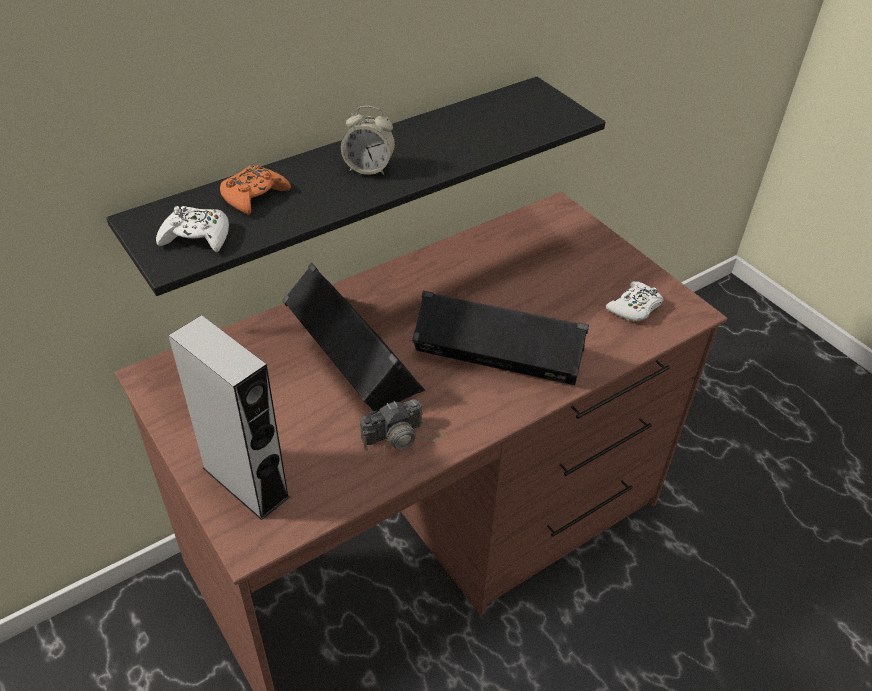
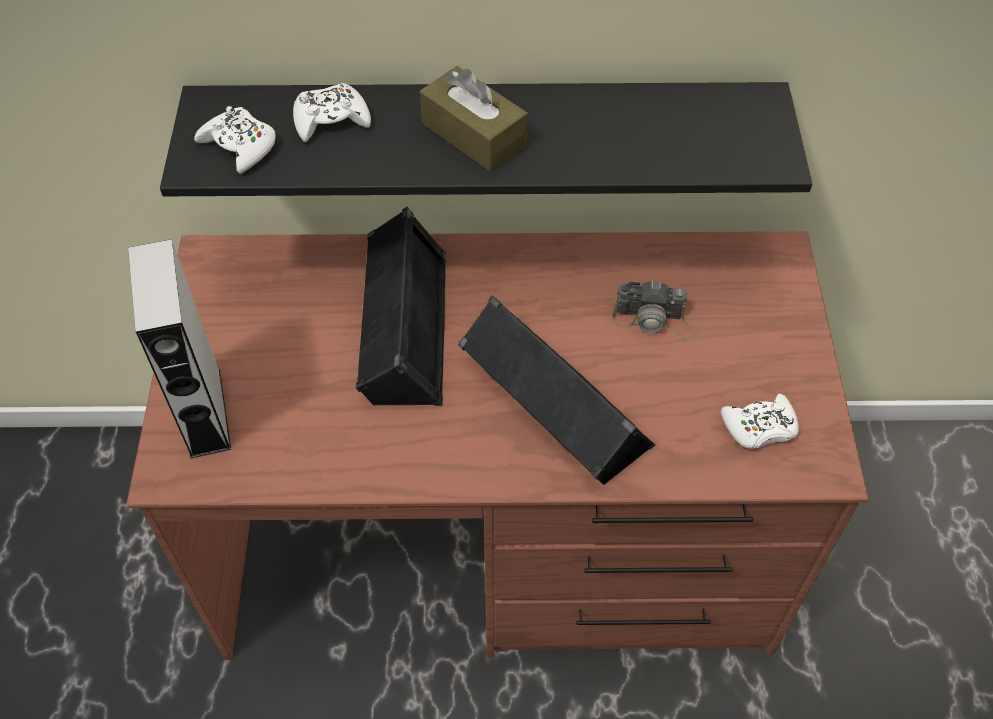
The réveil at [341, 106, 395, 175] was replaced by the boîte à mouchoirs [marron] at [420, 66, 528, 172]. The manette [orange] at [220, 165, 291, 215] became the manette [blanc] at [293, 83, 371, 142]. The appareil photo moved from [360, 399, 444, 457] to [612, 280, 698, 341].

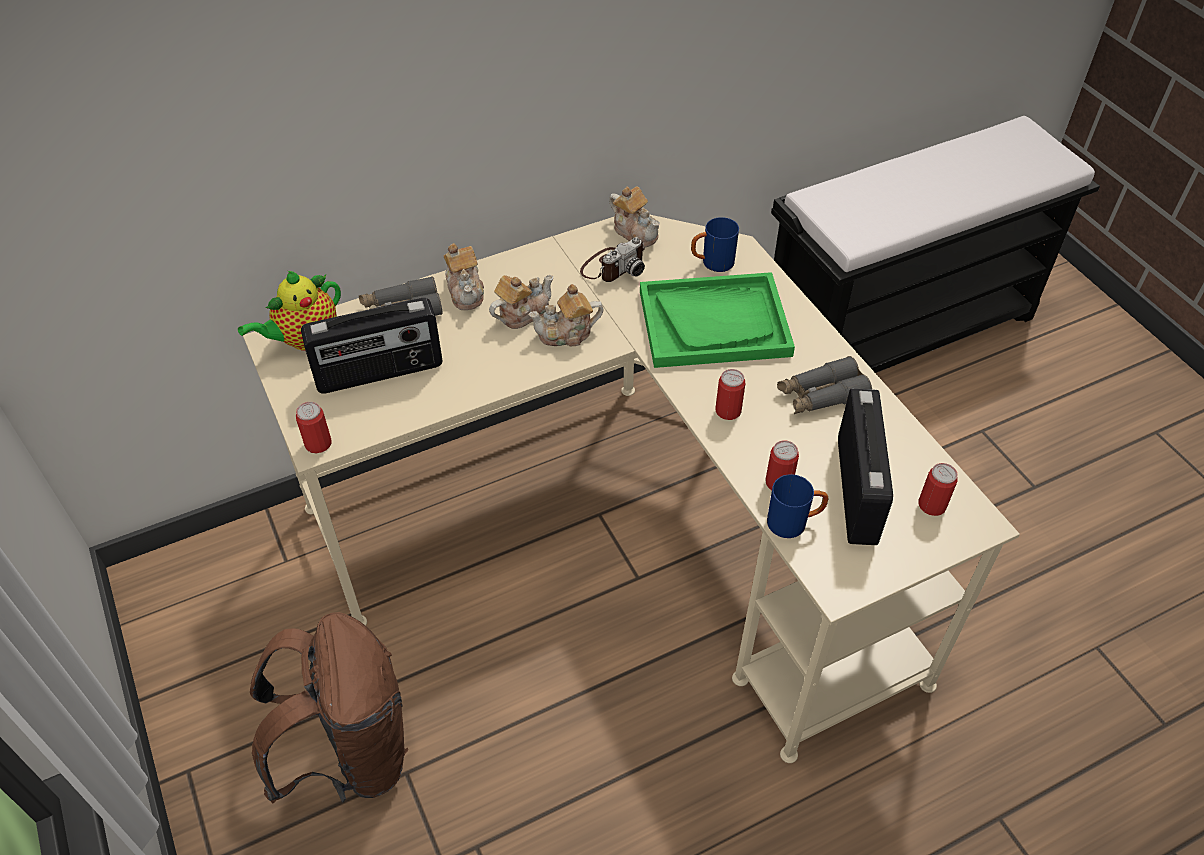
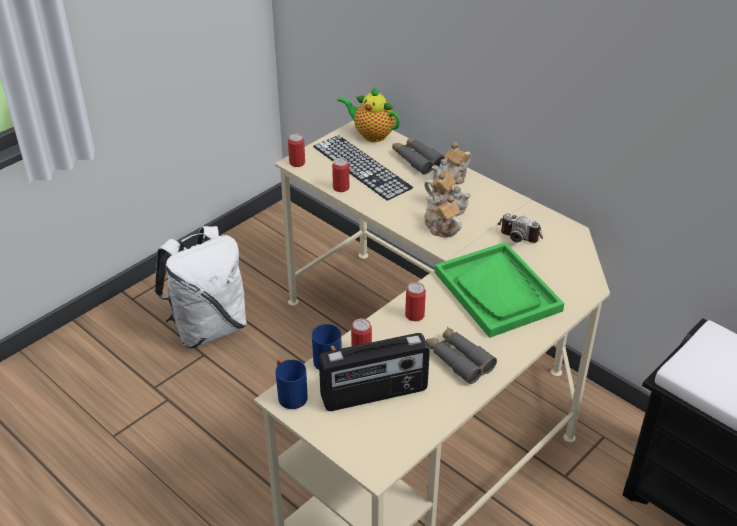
The théière at [609, 186, 660, 248] disappeared. The mug [bleu] moved from [691, 217, 739, 272] to [275, 359, 308, 409]. The radio at [301, 298, 443, 394] was replaced by the clavier at [313, 135, 413, 201]. The boîte métallique moved from [919, 463, 958, 516] to [332, 158, 349, 192]. The sac à dos [marron] at [250, 612, 408, 804] became the sac à dos [blanc] at [154, 226, 247, 348].

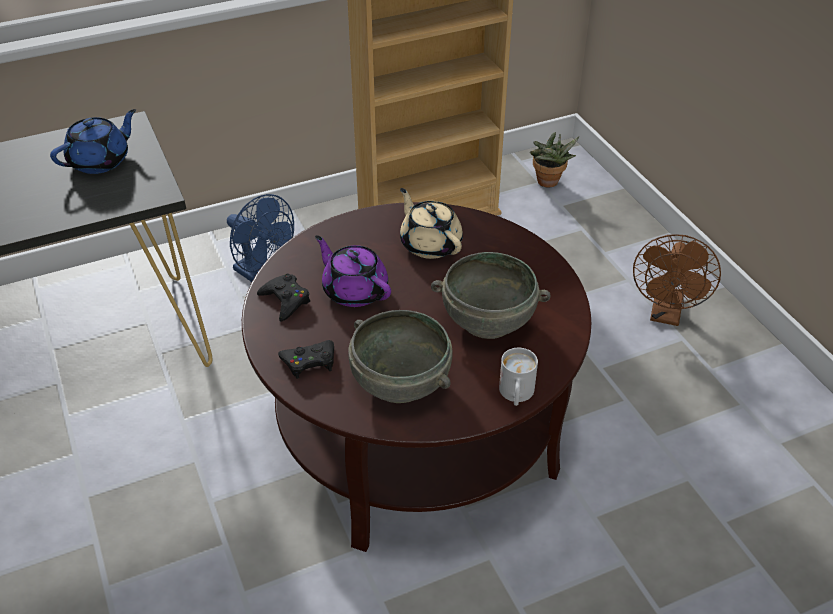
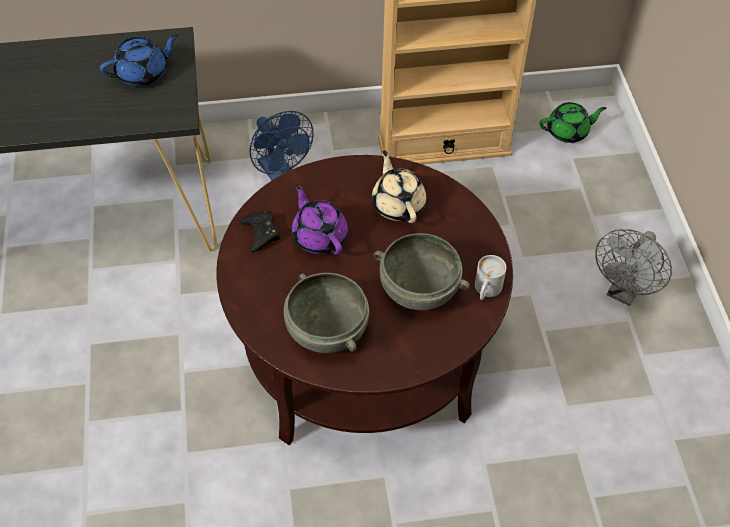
The plante en pot at [530, 132, 579, 187] was replaced by the théière [vert] at [540, 102, 606, 143]. The ventilateur [marron] at [633, 234, 721, 326] became the ventilateur [gris] at [595, 229, 672, 306]. The manette [noir] at [278, 340, 334, 379] disappeared. The mug [blanc] moved from [499, 348, 538, 406] to [475, 255, 507, 300].

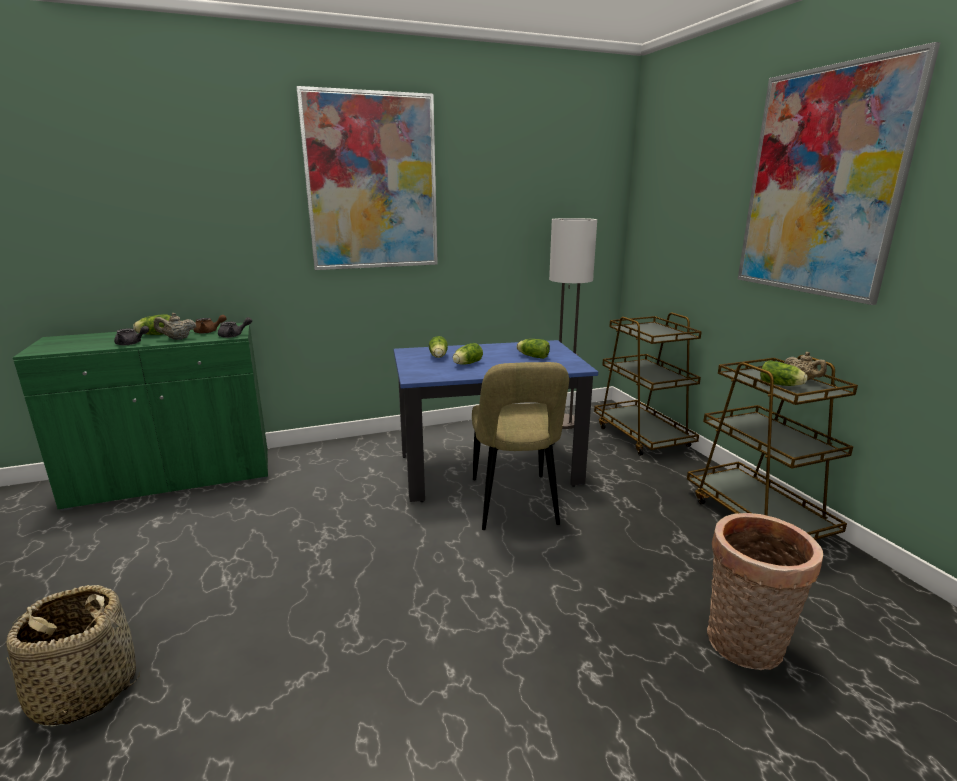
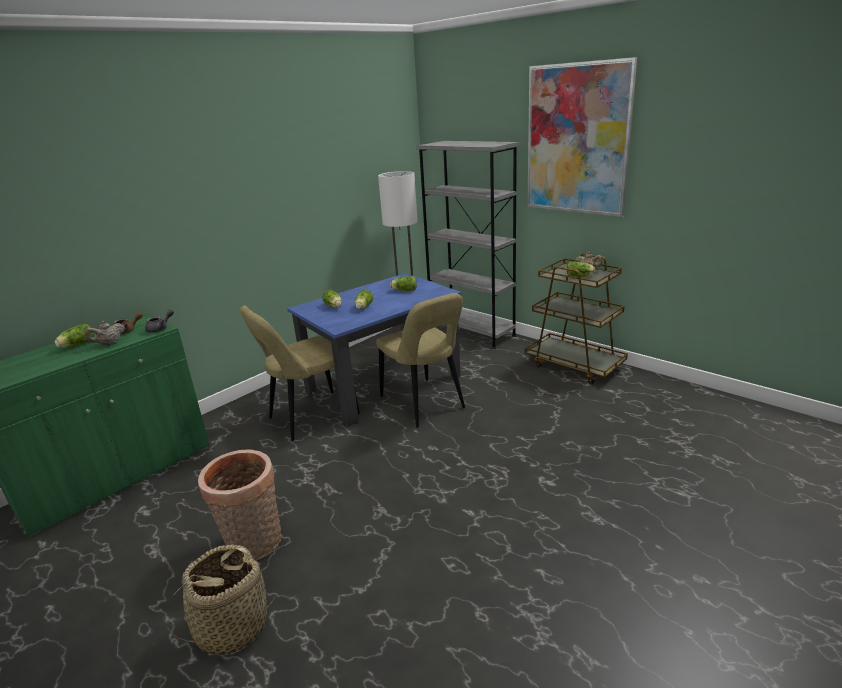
The tableau at [297, 86, 438, 270] disappeared. The chariot [marron] at [594, 312, 702, 456] was replaced by the bibliothèque [gris] at [416, 141, 519, 349]. The théière [gris] at [114, 326, 149, 345] disappeared. The panier moved from [707, 513, 823, 670] to [198, 449, 282, 560]. The chaise [beige] at [240, 305, 360, 441] appeared.

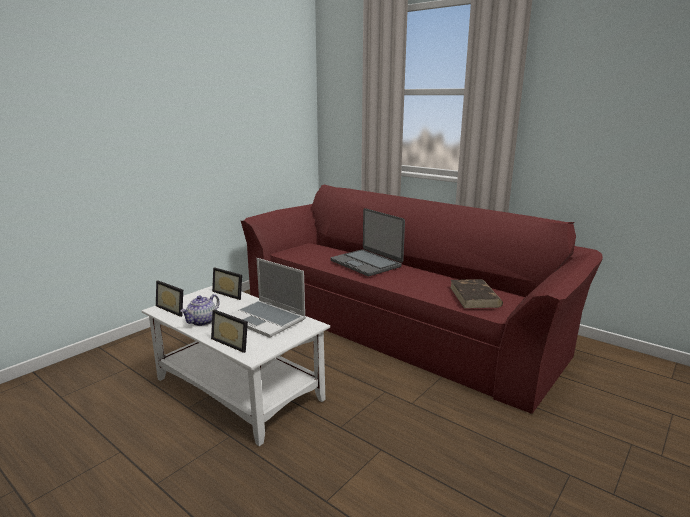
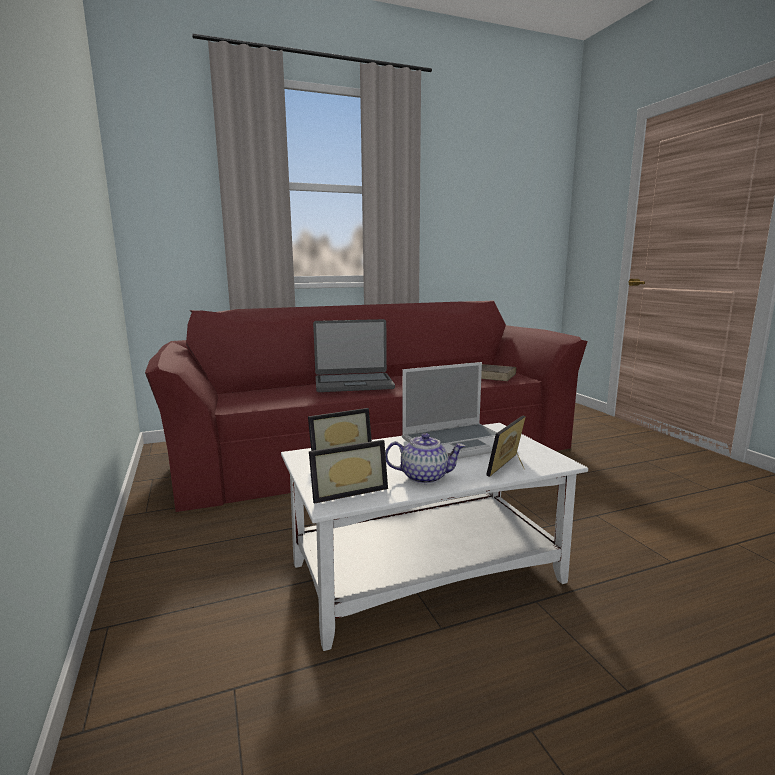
The théière at [180, 294, 220, 326] turned 60 degrees counterclockwise. The cadre photo at [211, 309, 248, 353] turned 150 degrees clockwise.

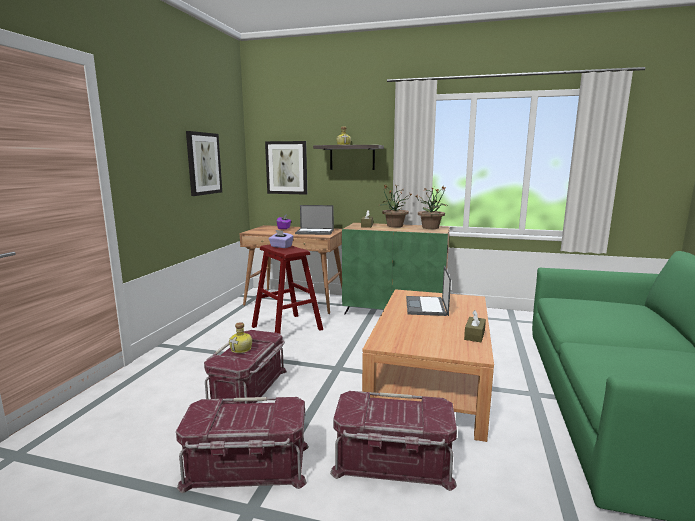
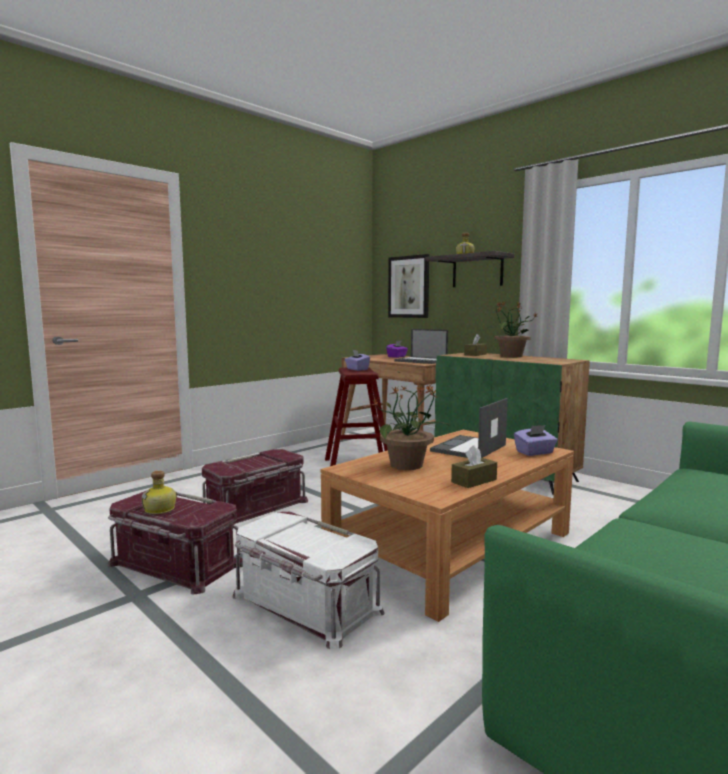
The tableau at [186, 131, 222, 196] disappeared. The plante en pot moved from [416, 186, 449, 229] to [372, 385, 448, 470]. The bouteille moved from [229, 322, 252, 353] to [142, 471, 176, 514]. The boîte de rangement [rouge] at [330, 391, 457, 491] became the boîte de rangement [blanc] at [233, 511, 385, 649]. The boîte à mouchoirs [violet] at [514, 425, 558, 456] appeared.

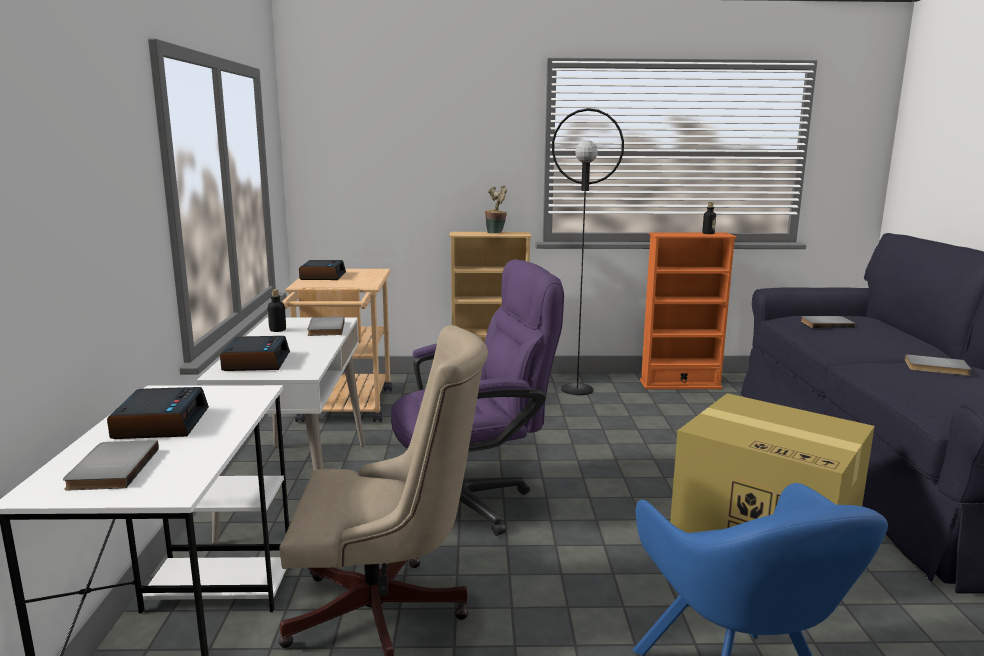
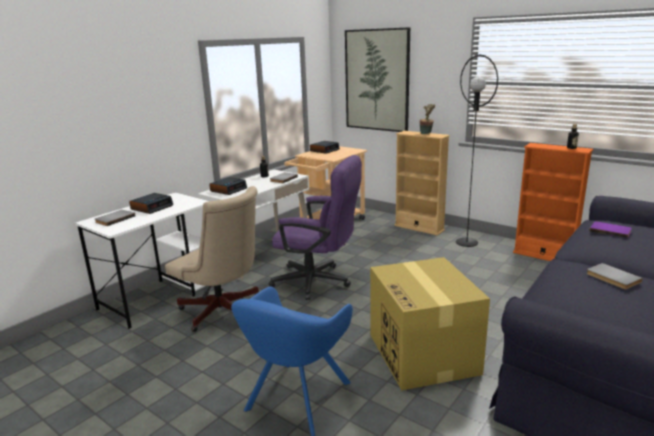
The livre [gris] at [801, 316, 856, 328] became the livre [violet] at [590, 221, 632, 238]. The tableau at [345, 27, 410, 132] appeared.

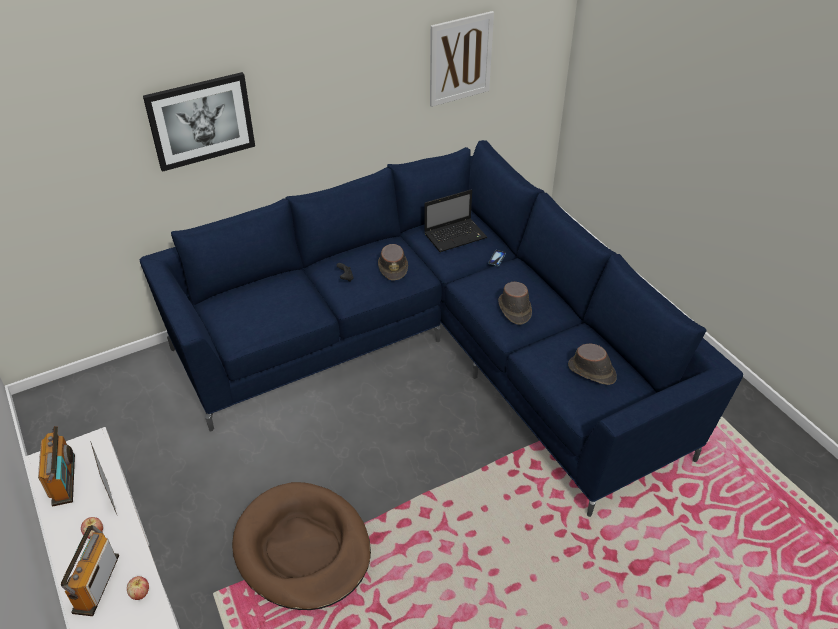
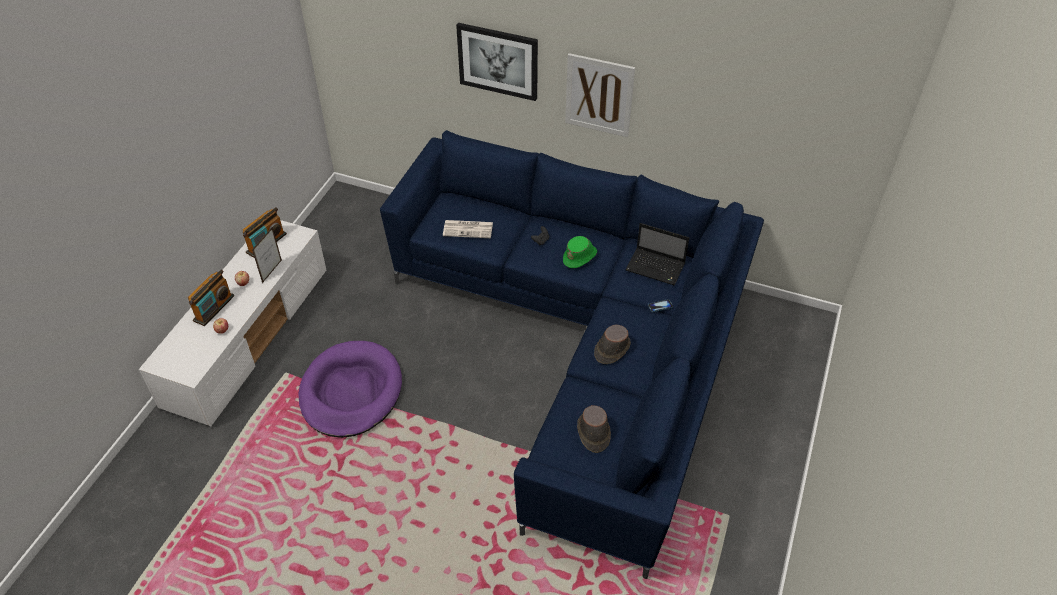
The tableau moved from [430, 11, 494, 107] to [565, 53, 635, 137]. The chapeau [marron] at [378, 244, 408, 281] became the chapeau [vert] at [563, 236, 597, 268]. The panier pour chien [marron] at [232, 482, 371, 610] became the panier pour chien [violet] at [298, 341, 402, 438]. The radio at [61, 525, 119, 616] turned 150 degrees clockwise. The journal at [443, 220, 493, 238] appeared.

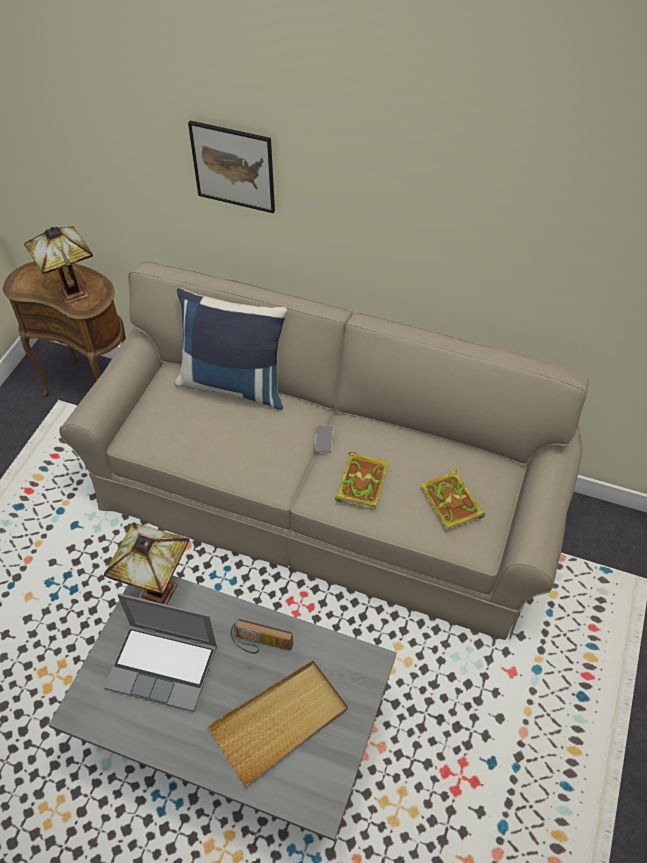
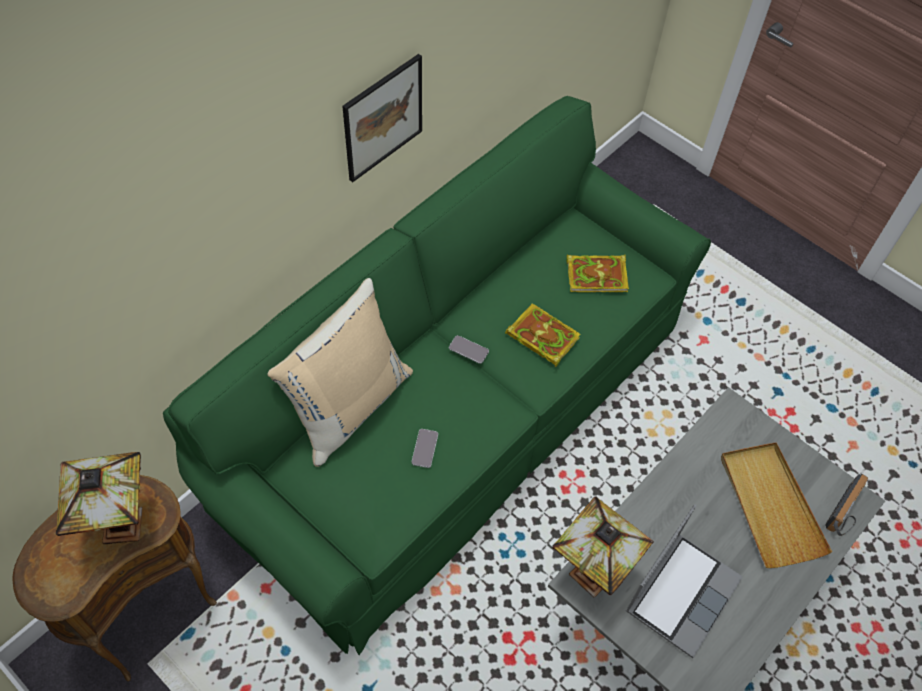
The tableau moved from [188, 121, 275, 213] to [342, 54, 422, 182]. The canapé [beige] at [59, 260, 589, 640] became the canapé [vert] at [163, 96, 711, 655]. The coussin [bleu] at [175, 288, 287, 410] became the coussin [beige] at [268, 278, 413, 467]. The radio moved from [231, 619, 293, 654] to [825, 474, 868, 536]. The téléphone at [412, 429, 438, 468] appeared.

